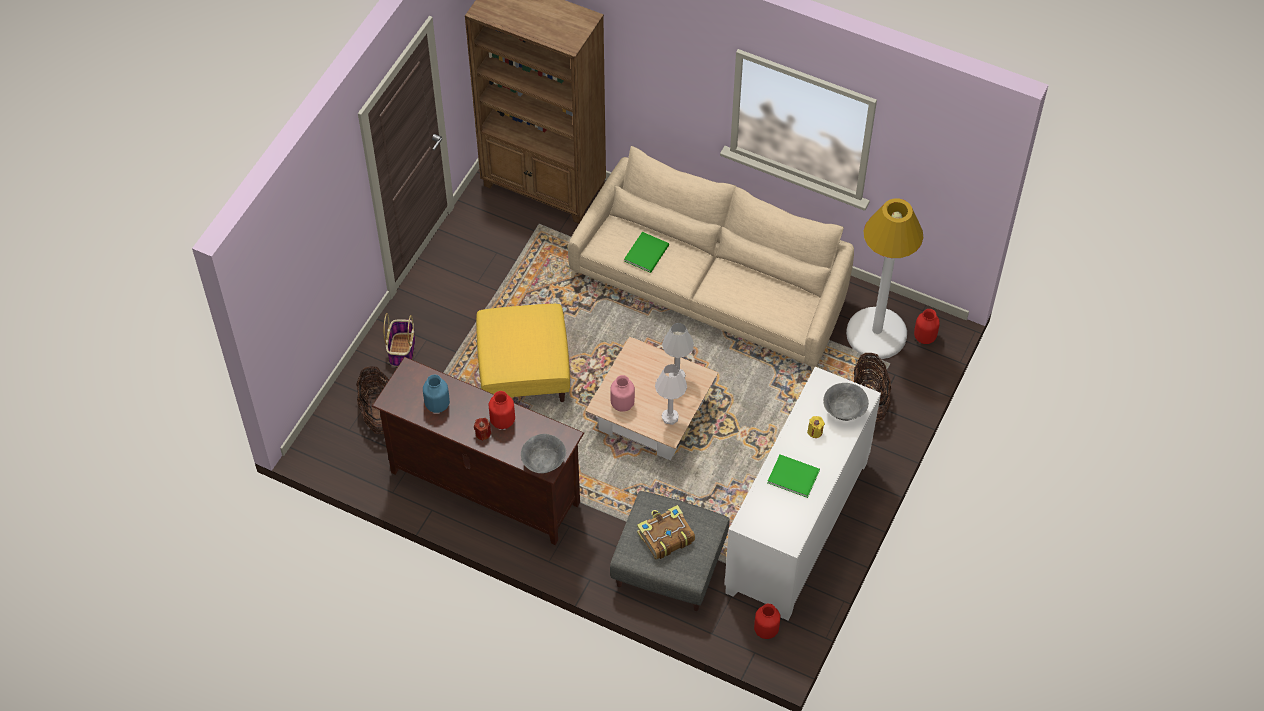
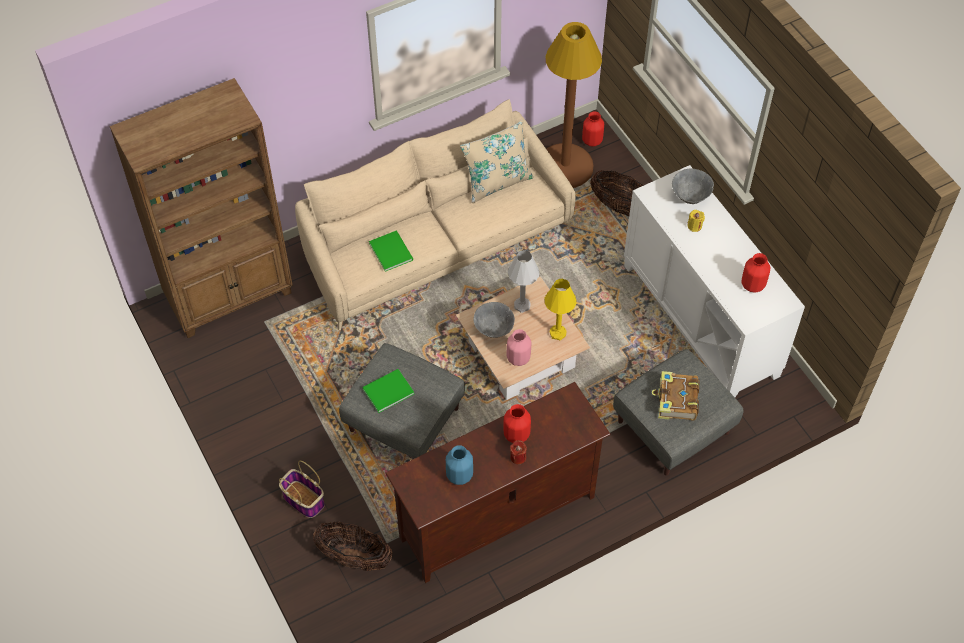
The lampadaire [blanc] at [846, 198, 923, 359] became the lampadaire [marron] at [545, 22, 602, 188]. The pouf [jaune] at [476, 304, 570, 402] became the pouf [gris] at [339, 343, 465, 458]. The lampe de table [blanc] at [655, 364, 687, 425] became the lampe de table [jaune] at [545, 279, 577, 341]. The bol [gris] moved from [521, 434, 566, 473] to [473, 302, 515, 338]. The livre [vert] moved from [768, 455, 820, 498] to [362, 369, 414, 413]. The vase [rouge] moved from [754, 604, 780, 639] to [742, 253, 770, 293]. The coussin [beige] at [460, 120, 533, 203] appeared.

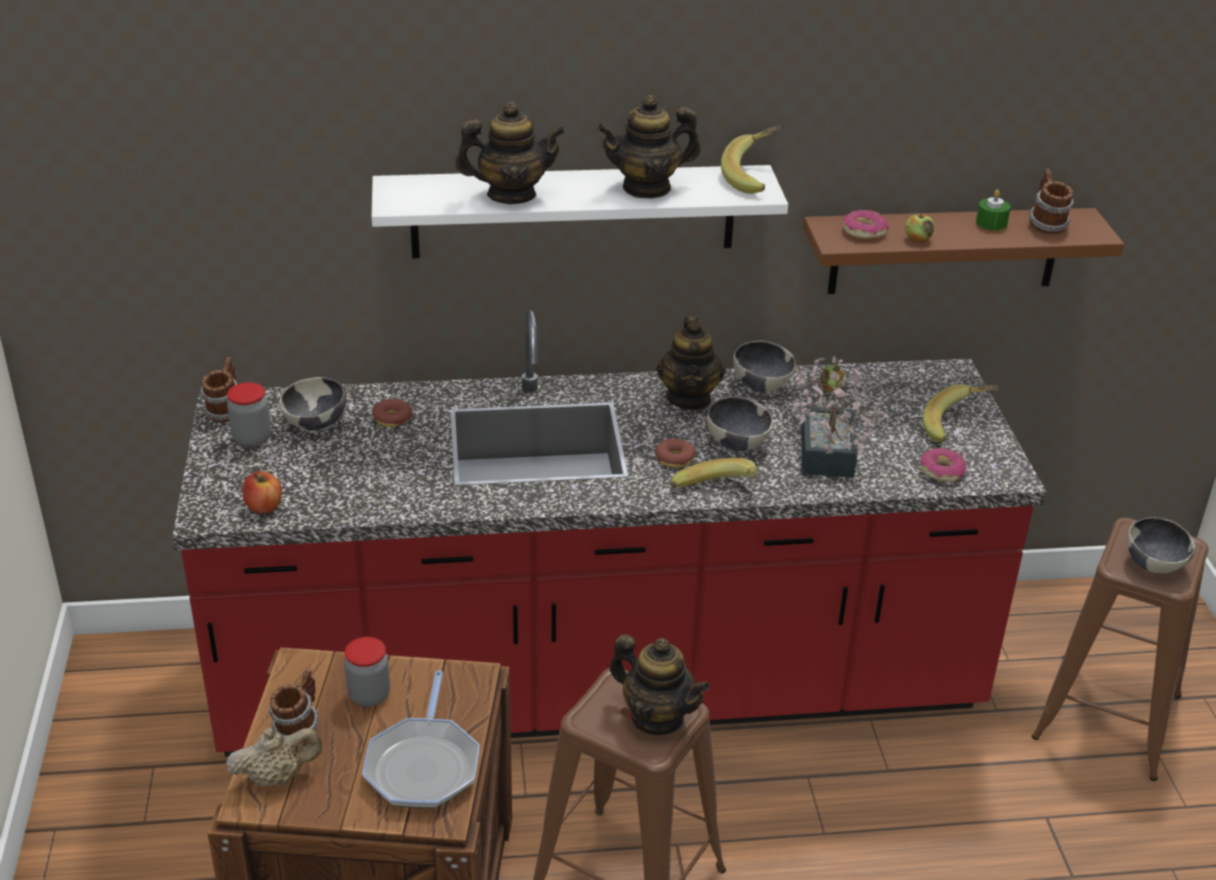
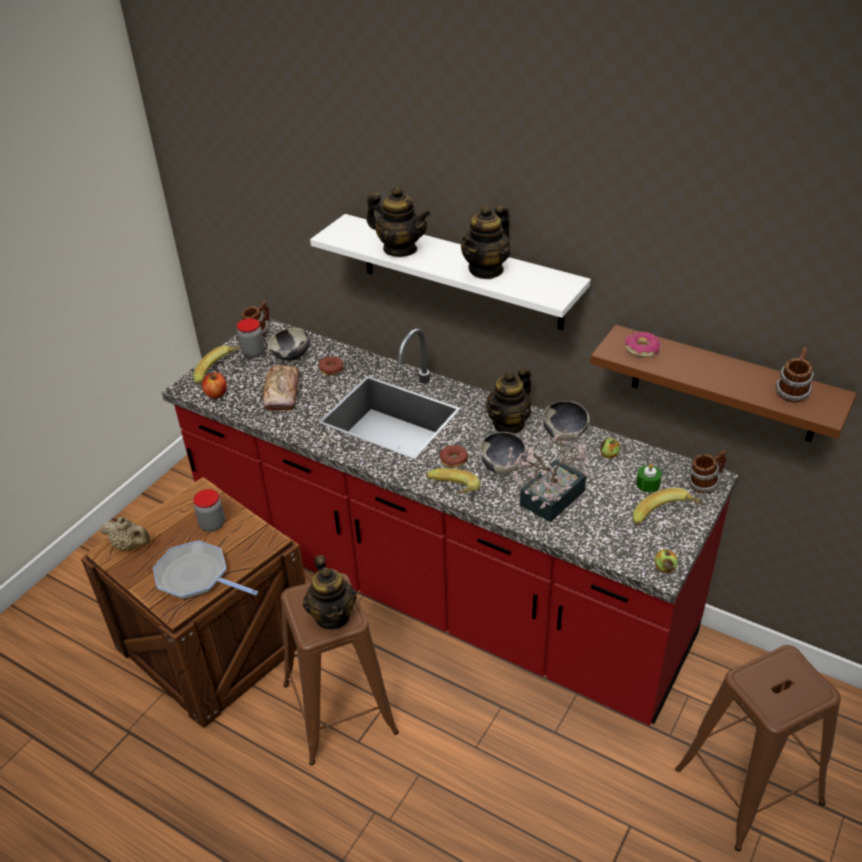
The théière at [597, 95, 701, 199] turned 75 degrees counterclockwise. The banane moved from [721, 125, 781, 194] to [193, 345, 242, 384]. The bougie [vert] moved from [976, 190, 1011, 231] to [636, 463, 662, 493]. The pomme moved from [905, 211, 934, 242] to [654, 549, 678, 573]. The beignet at [920, 448, 966, 482] disappeared. The bol at [1127, 517, 1195, 574] disappeared. The mug moved from [268, 669, 319, 740] to [689, 450, 726, 493]. The poêle at [362, 670, 480, 808] turned 75 degrees clockwise. The pain at [263, 365, 299, 411] appeared.

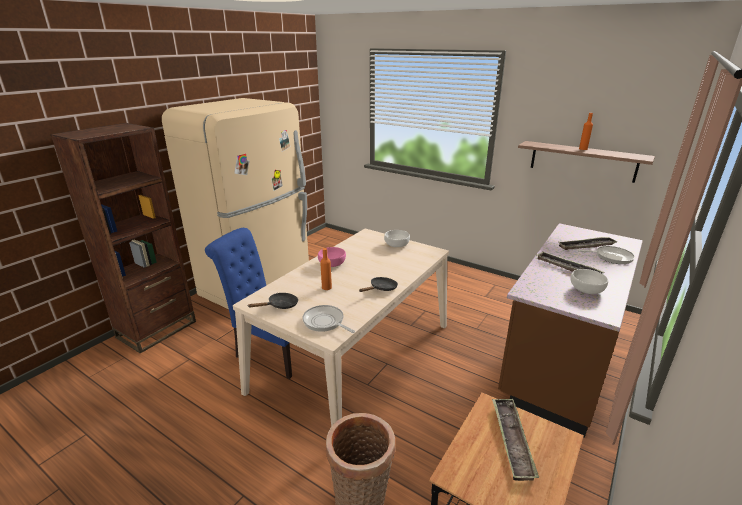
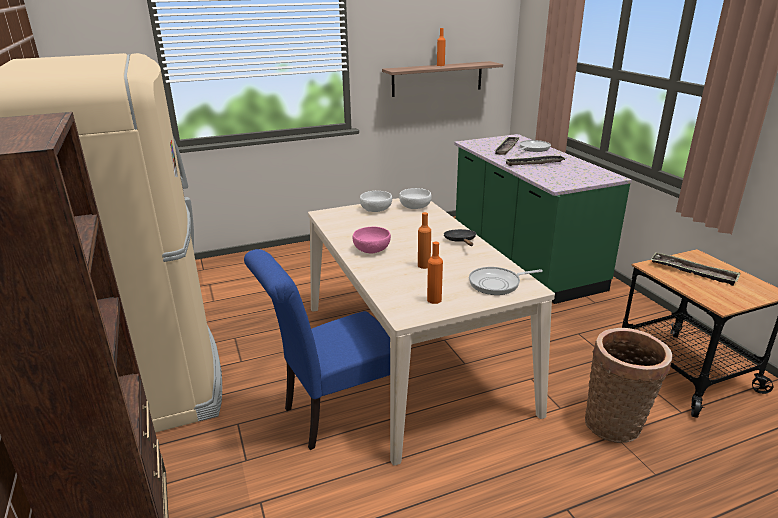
The comptoir de cuisine [marron] at [498, 223, 643, 438] became the comptoir de cuisine [vert] at [454, 134, 632, 304]. The bol [blanc] moved from [570, 269, 608, 294] to [399, 188, 431, 209]. The poêle [noir] at [248, 293, 298, 309] was replaced by the bouteille [orange] at [427, 242, 443, 304].

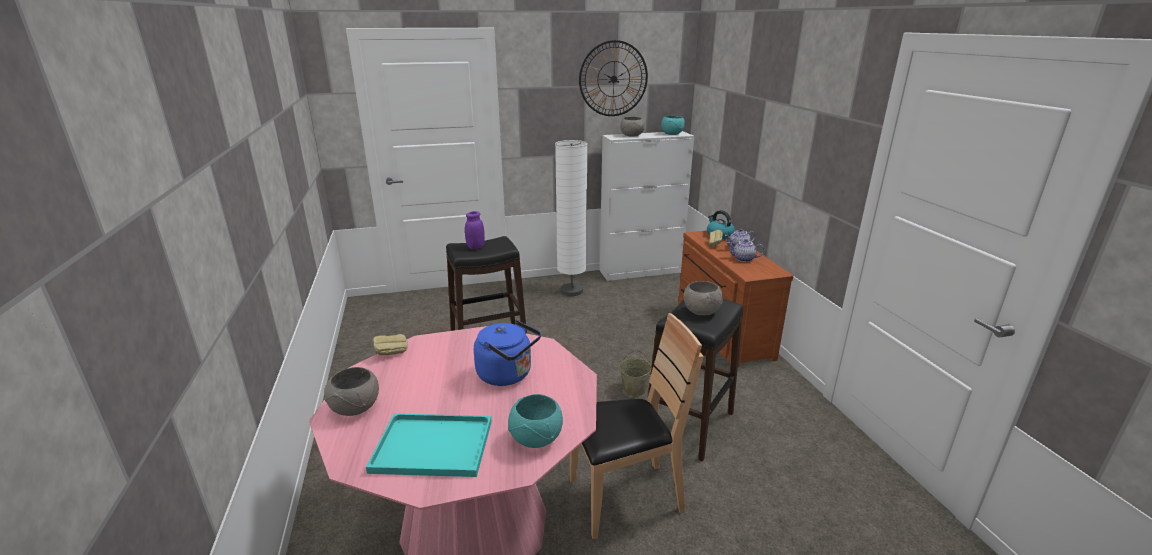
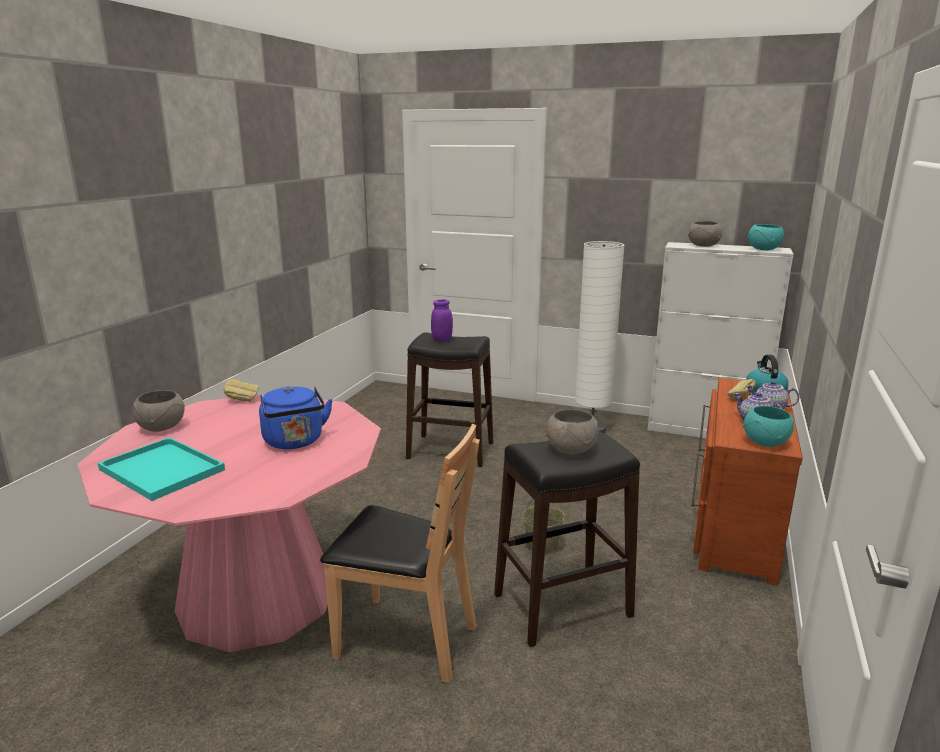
The horloge murale at [579, 40, 648, 116] disappeared. The bol [turquoise] moved from [508, 394, 563, 448] to [743, 406, 794, 447].

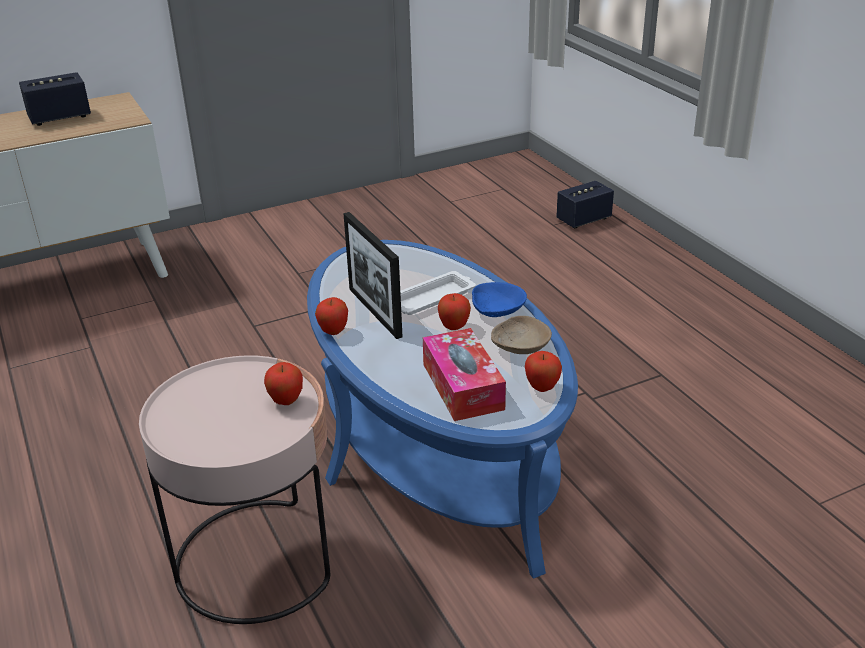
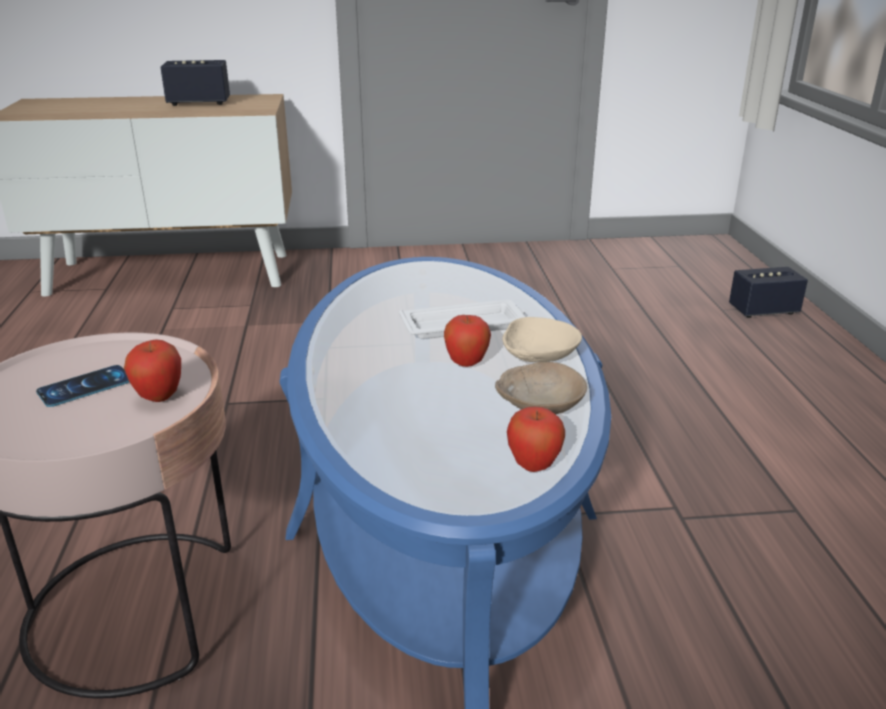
The cadre photo at [343, 212, 403, 339] disappeared. The bol [bleu] at [472, 282, 527, 317] became the bol [beige] at [502, 317, 582, 362]. The pomme at [315, 297, 348, 335] disappeared. The boîte à mouchoirs at [423, 328, 506, 421] disappeared. The téléphone at [36, 365, 129, 407] appeared.

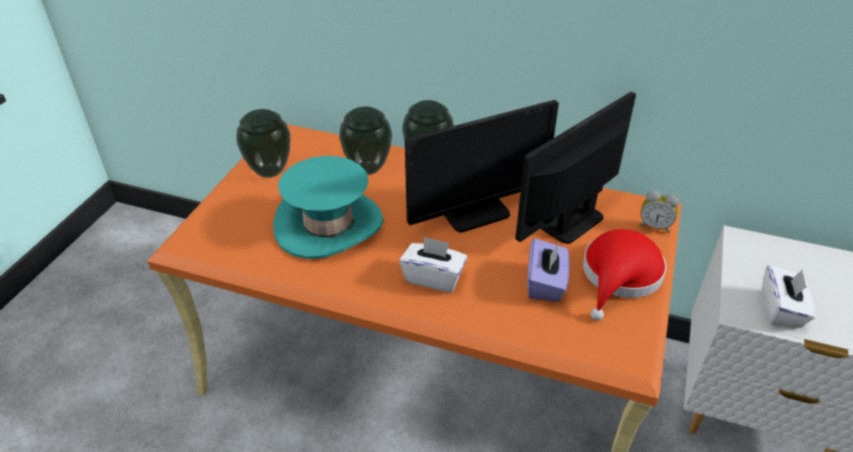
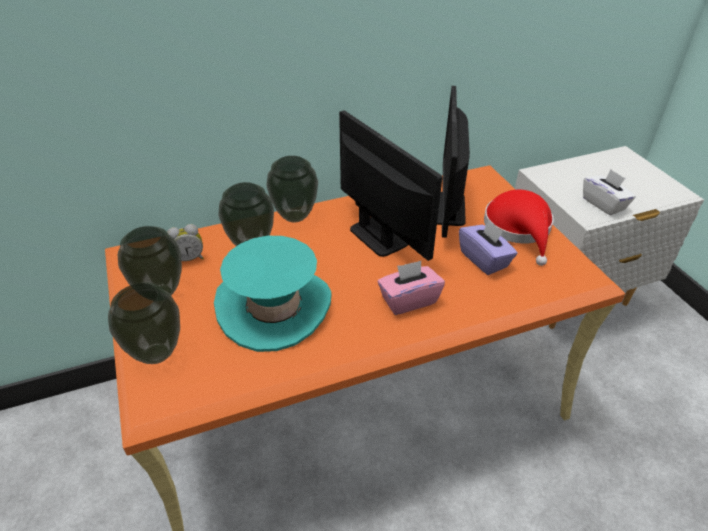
The écran d'ordinateur at [405, 100, 559, 232] turned 60 degrees counterclockwise. The réveil moved from [639, 190, 679, 233] to [167, 224, 204, 261]. The boîte à mouchoirs [blanc] at [399, 236, 467, 293] became the boîte à mouchoirs [rose] at [378, 261, 445, 315]. The vase at [108, 282, 180, 364] appeared.

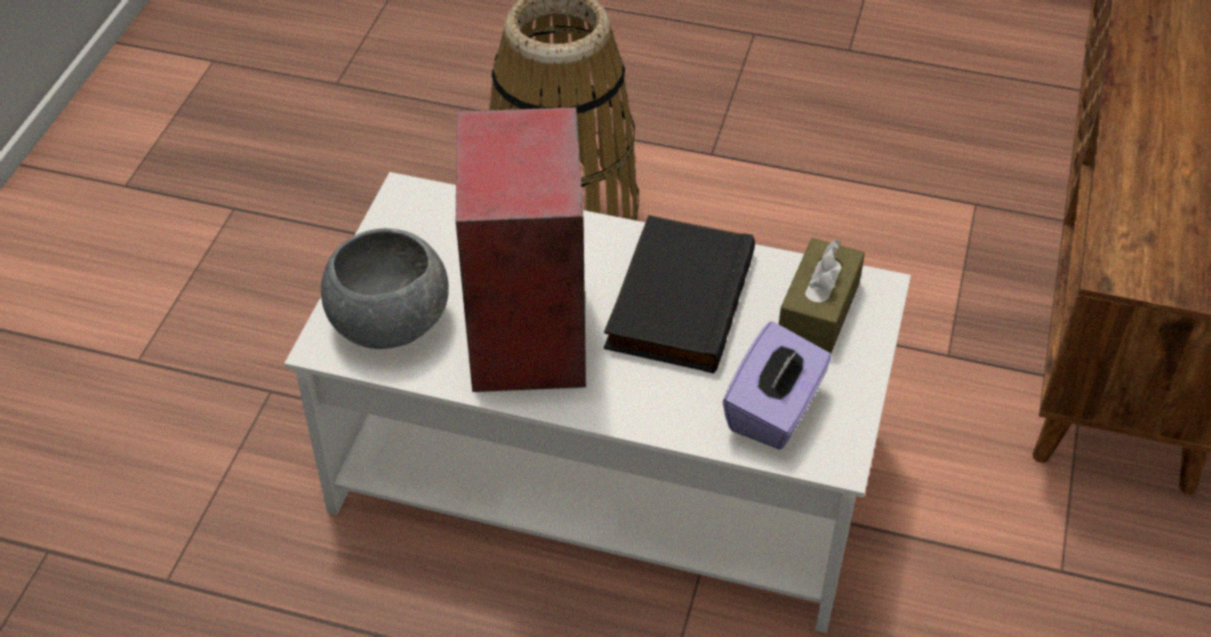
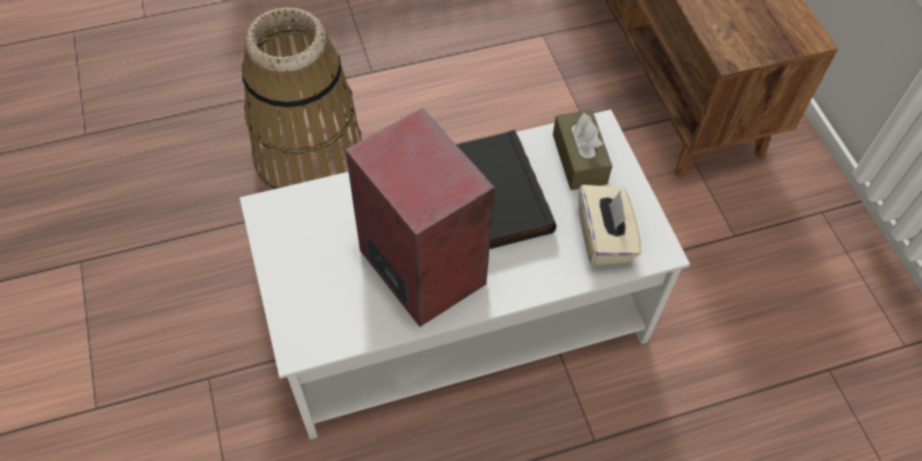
The bol [gris] at [321, 228, 449, 349] disappeared. The boîte à mouchoirs [violet] at [723, 321, 831, 449] became the boîte à mouchoirs [beige] at [578, 185, 641, 266].

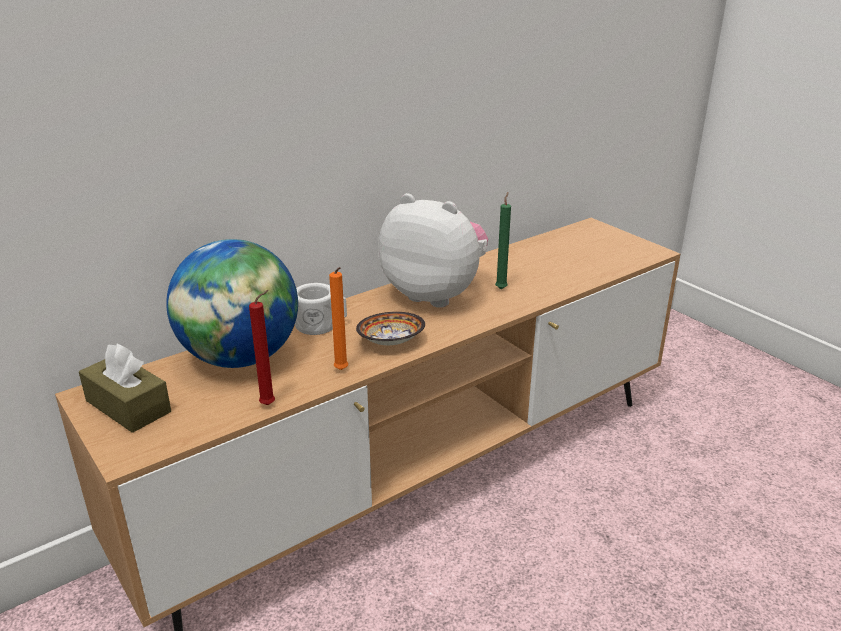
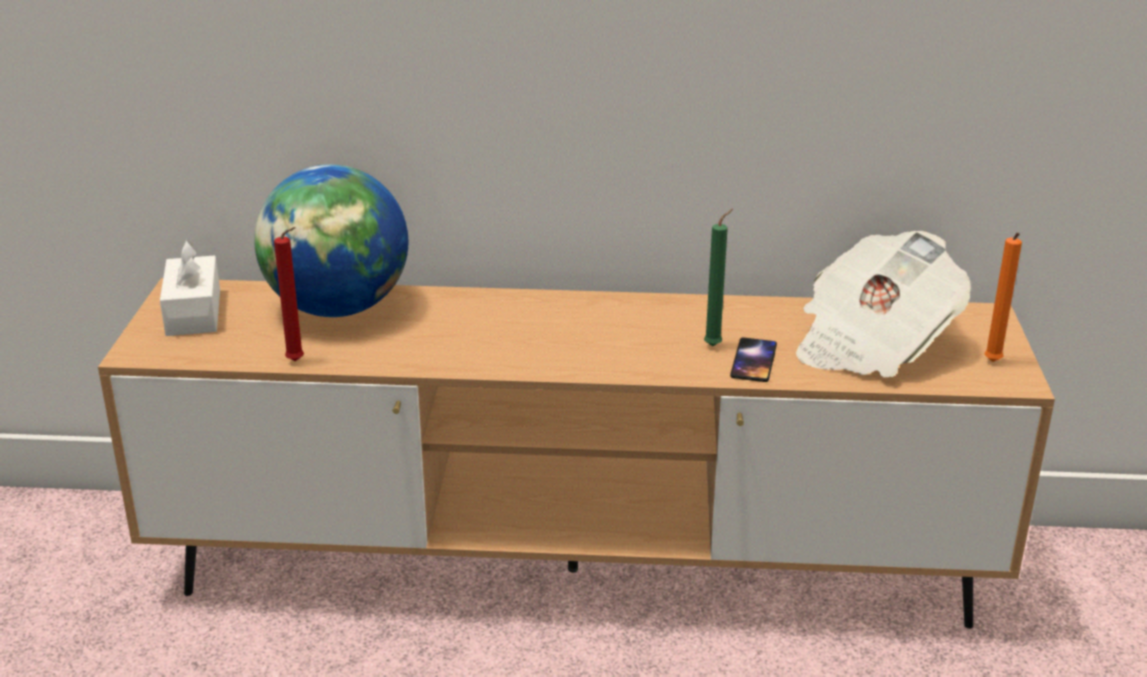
The peluche at [379, 193, 488, 308] disappeared. The bougie [orange] moved from [329, 267, 348, 370] to [984, 232, 1022, 362]. The mug [blanc] at [295, 283, 347, 335] disappeared. The bol at [356, 312, 425, 345] disappeared. The boîte à mouchoirs [marron] at [79, 344, 171, 433] became the boîte à mouchoirs [blanc] at [160, 240, 220, 336]. The journal at [796, 231, 971, 378] appeared. The téléphone at [730, 338, 777, 382] appeared.

